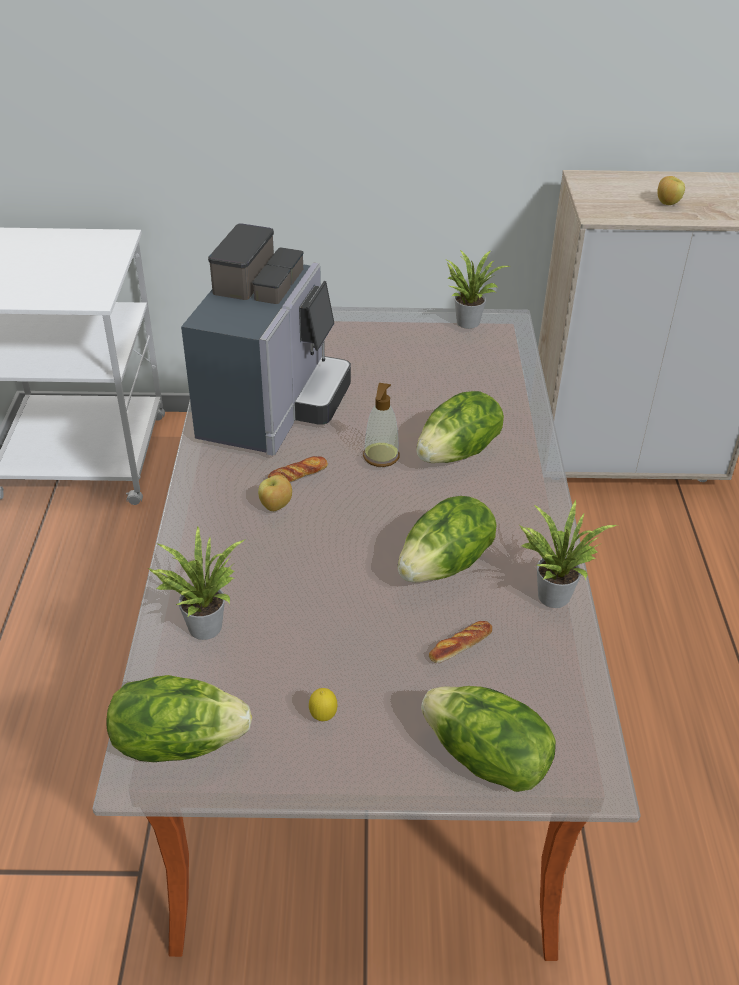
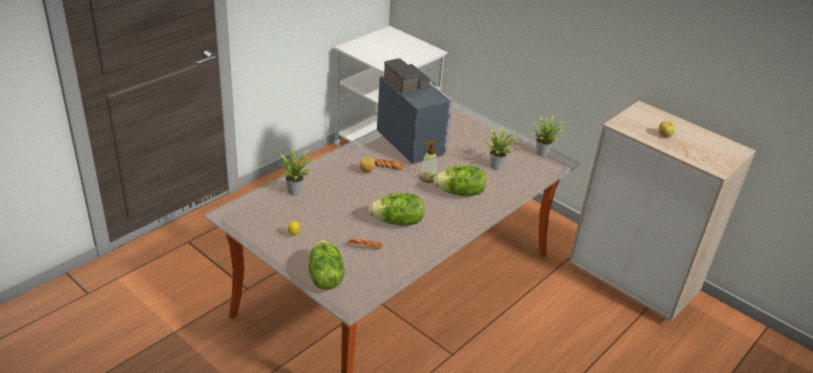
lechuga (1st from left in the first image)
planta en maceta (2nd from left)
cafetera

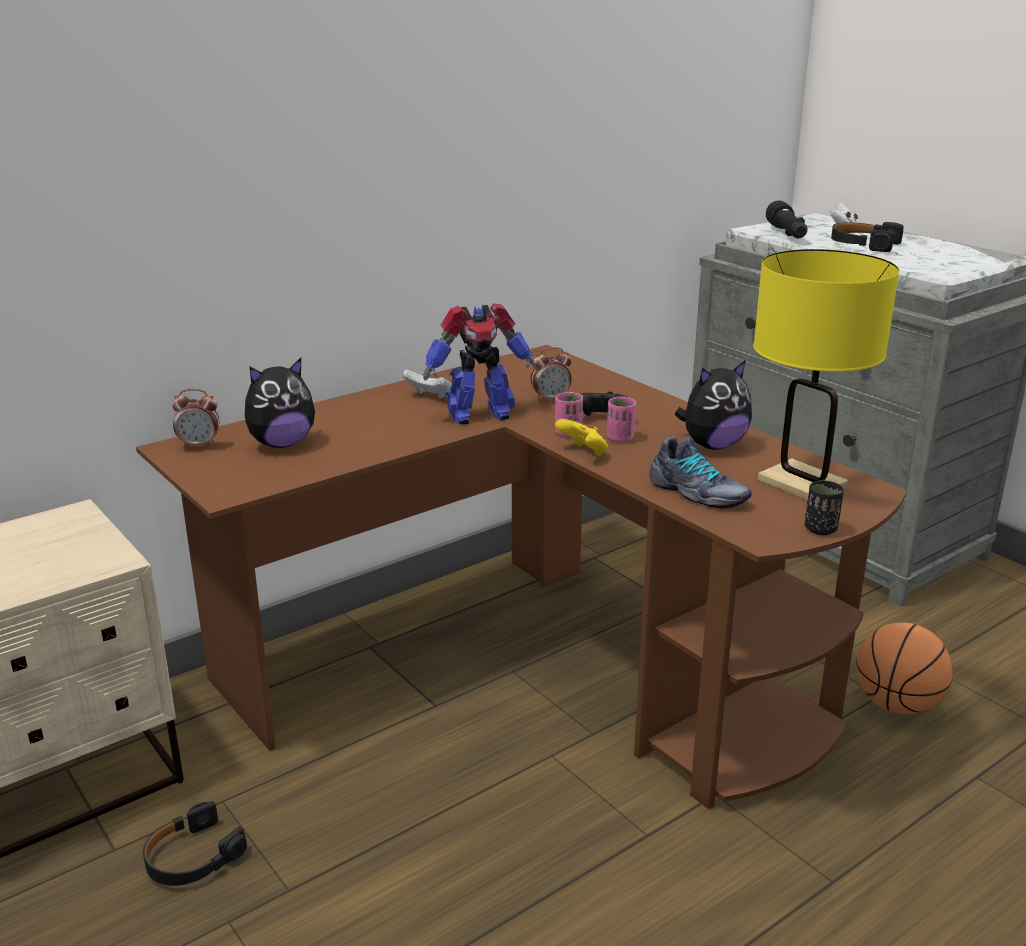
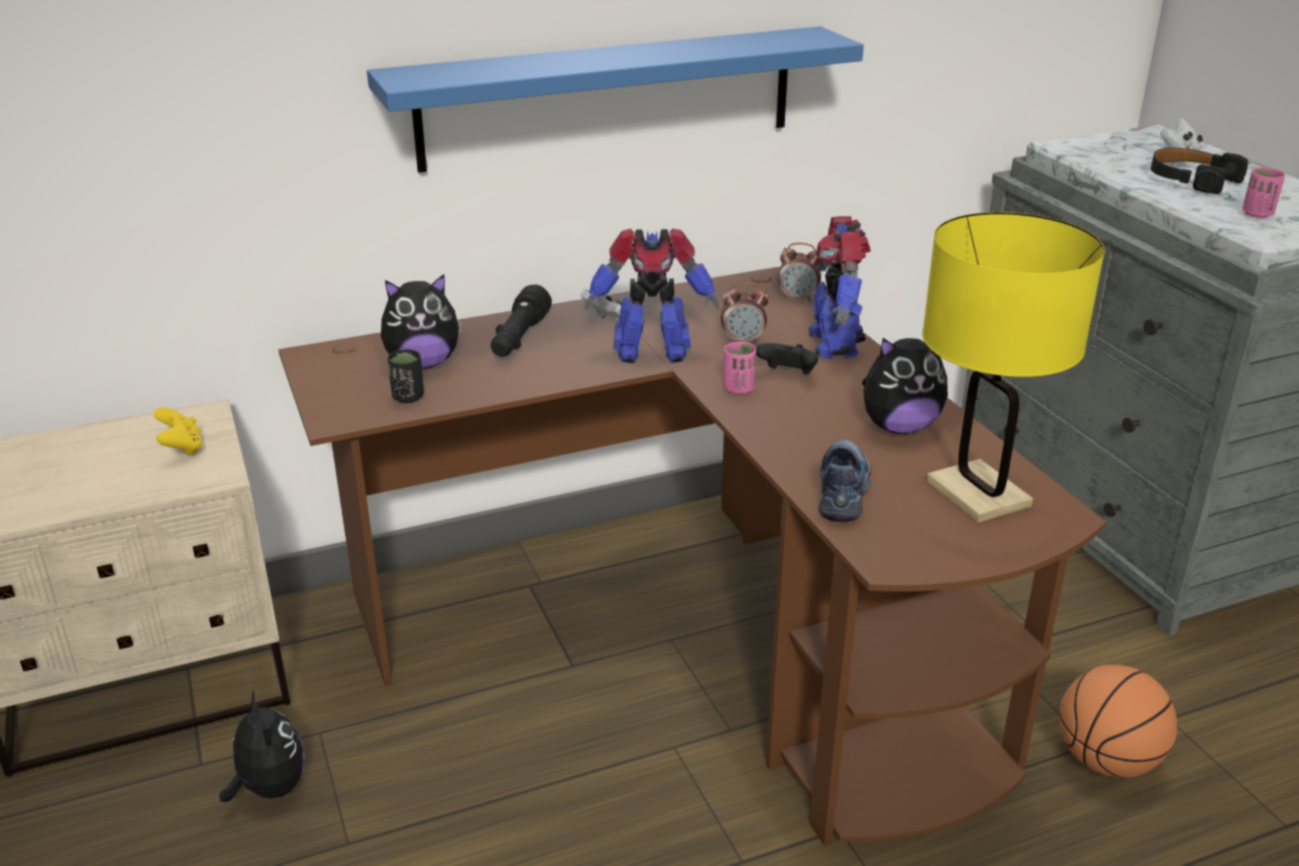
estante/azul
robot de juguete (2nd from left)
despertador (2nd from left)
mando de consola/amarillo
taza/rosa (2nd from left)
linterna/negro
taza/negro
peluche (1st from left)
zapato

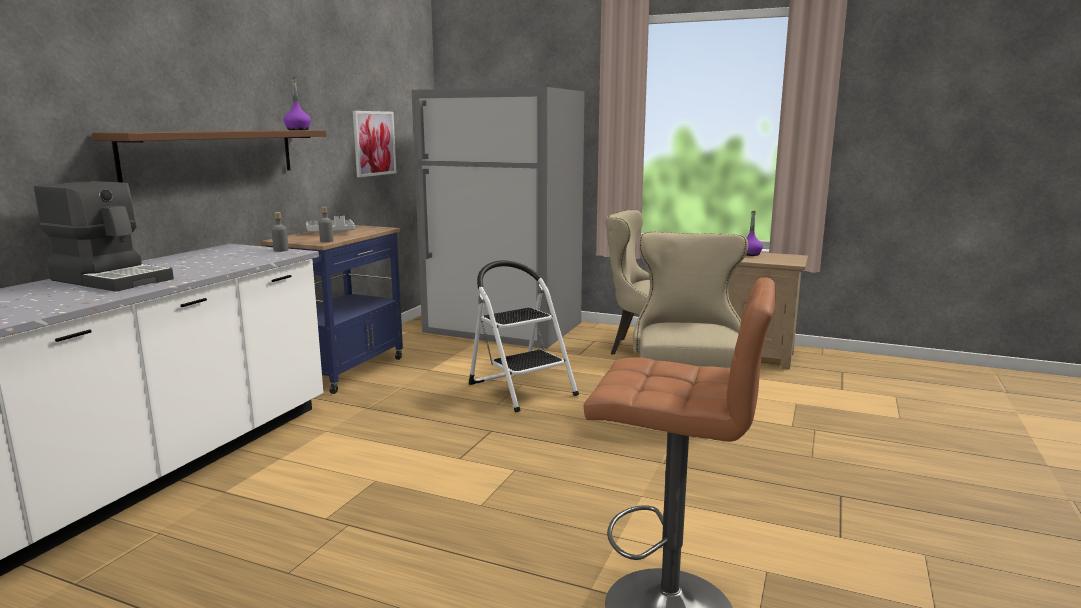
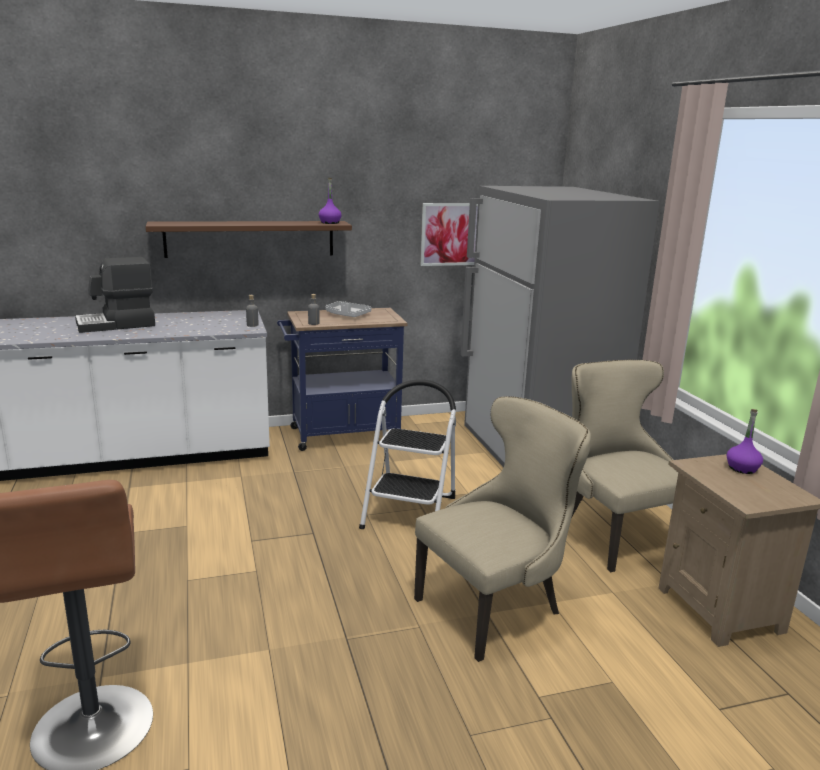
cafetera

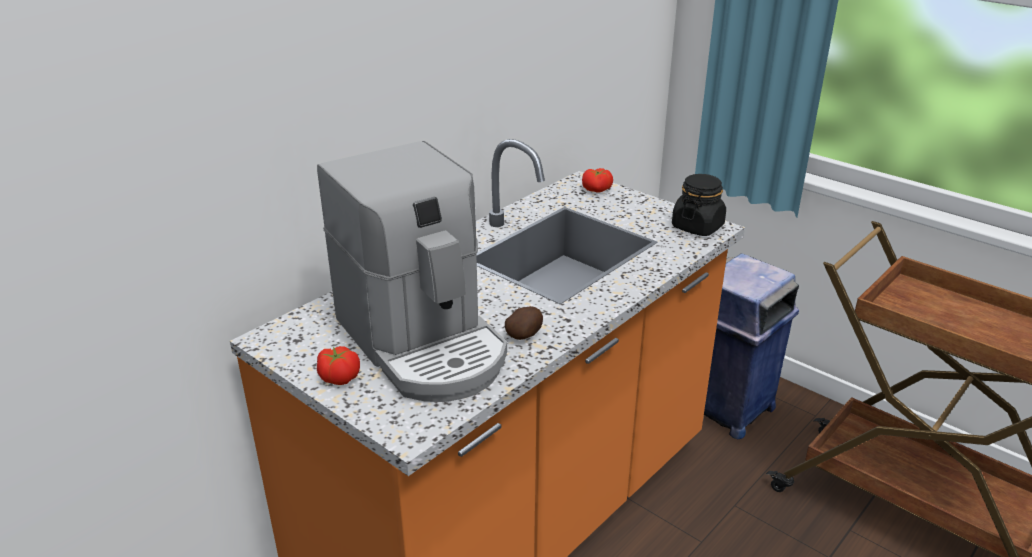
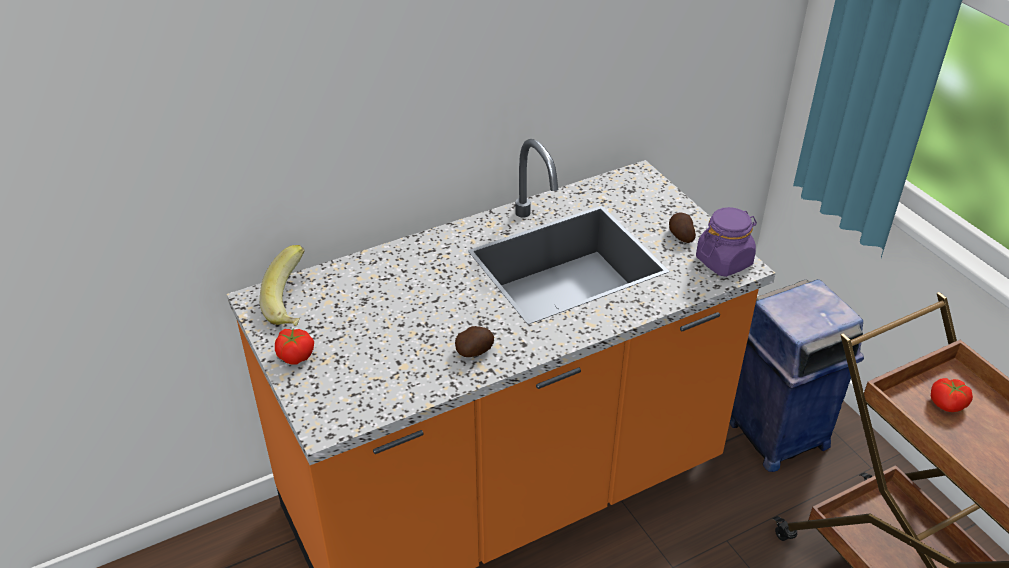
cafetera
plátano
patata (2nd from left)
tomate (2nd from left)
tarro/morado

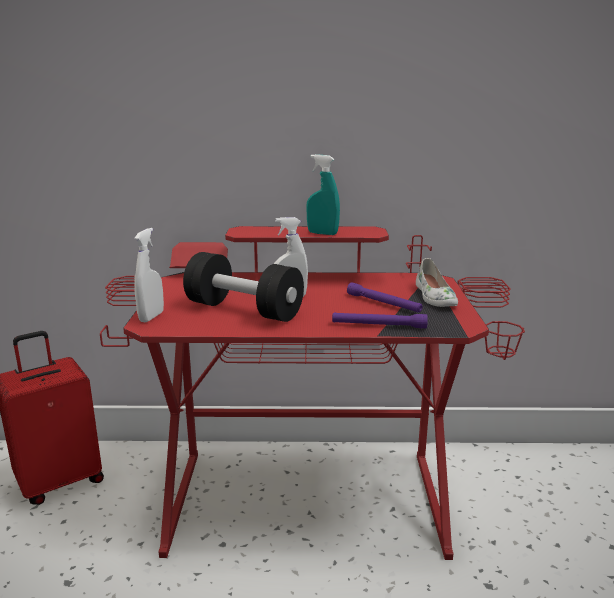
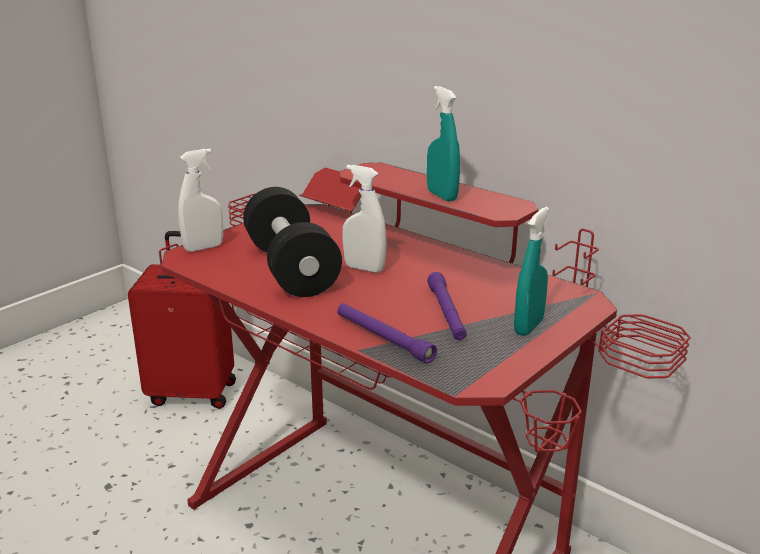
pulverizador/turquesa (2nd from left)

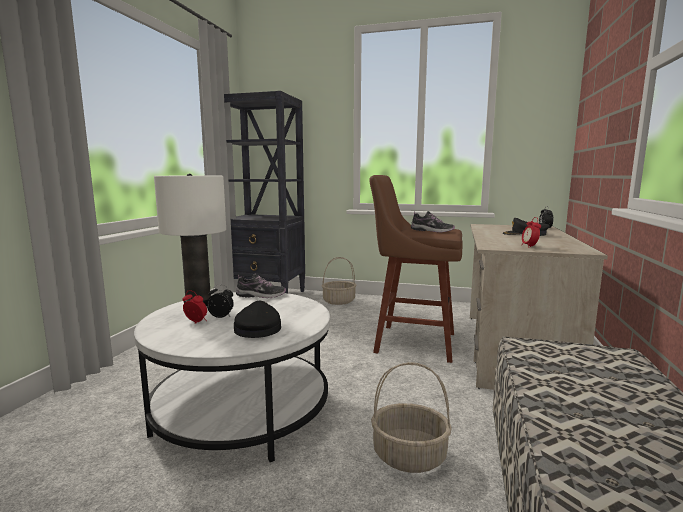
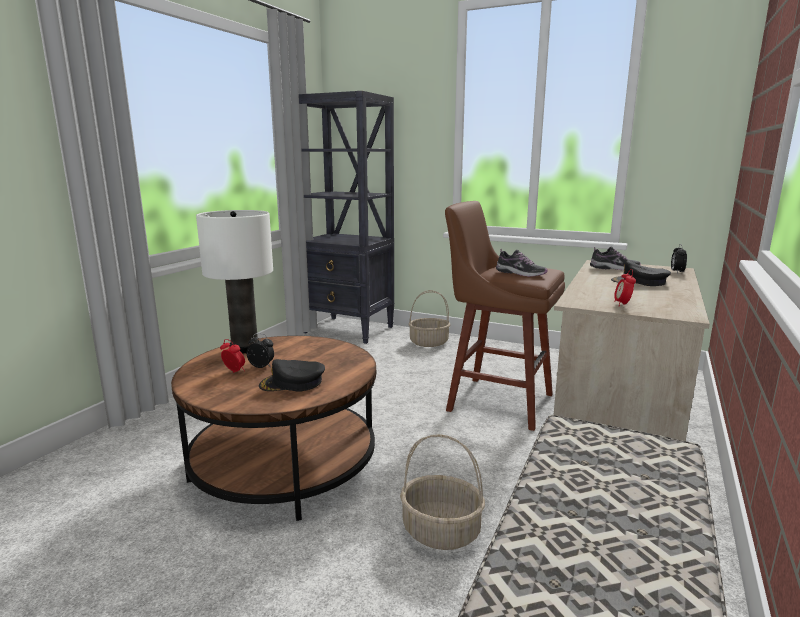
zapato (2nd from left)
mesa de centro/marrón
gorra/negro (1st from left)

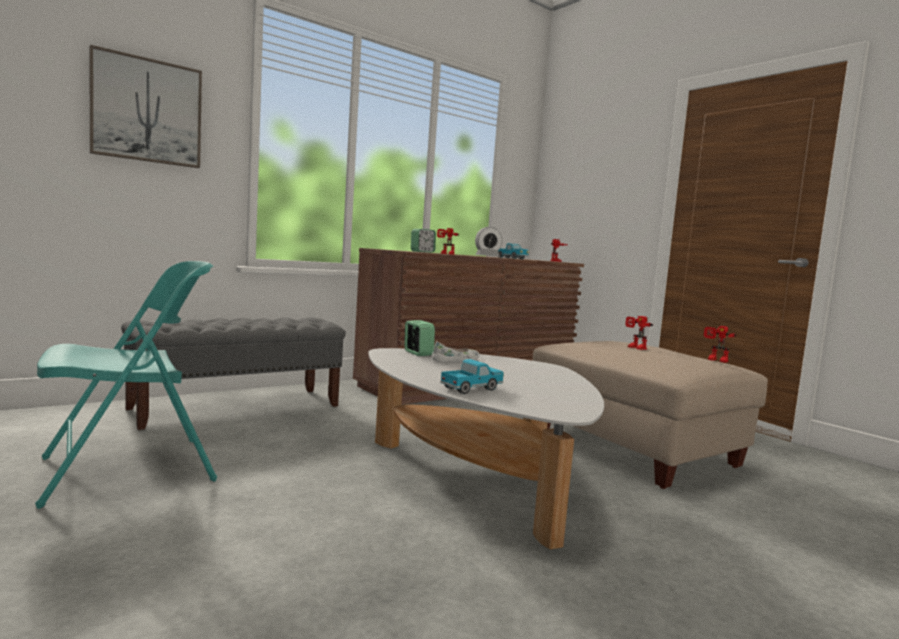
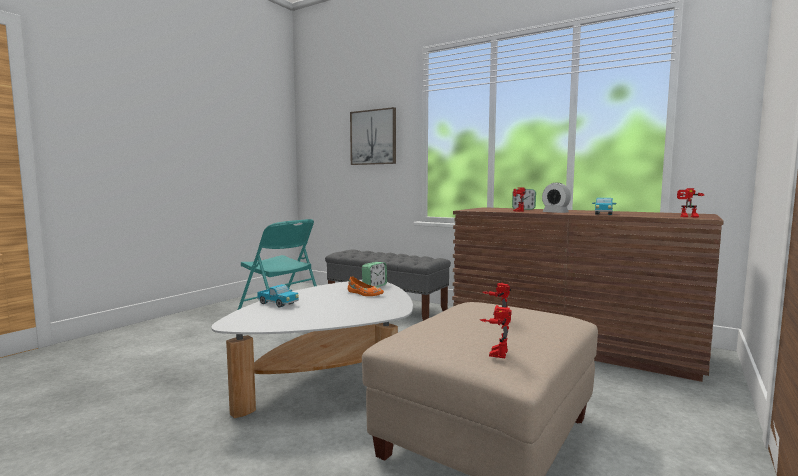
zapato/naranja

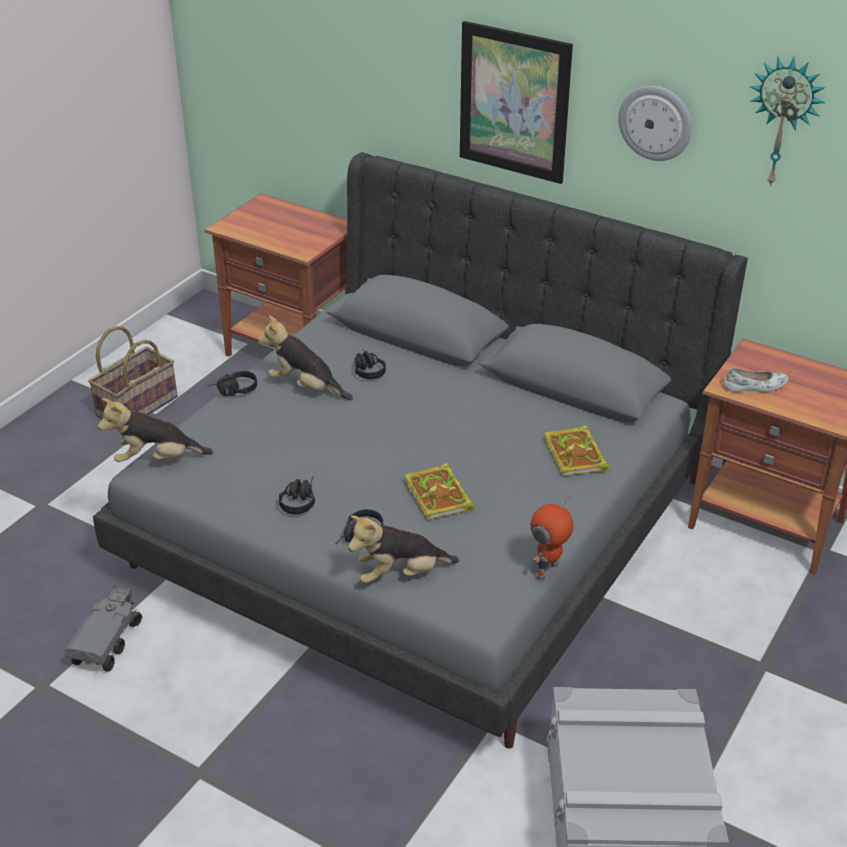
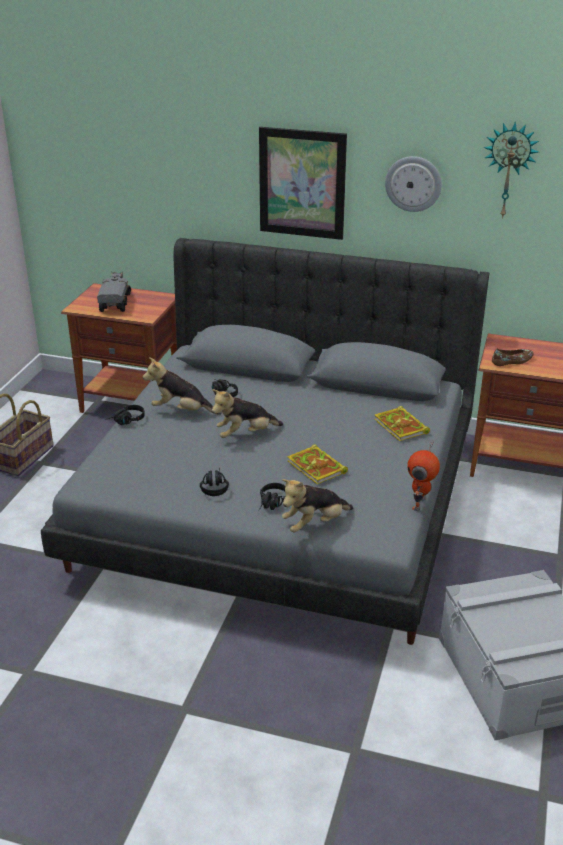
camión de juguete
peluche (2nd from left)
zapato/marrón

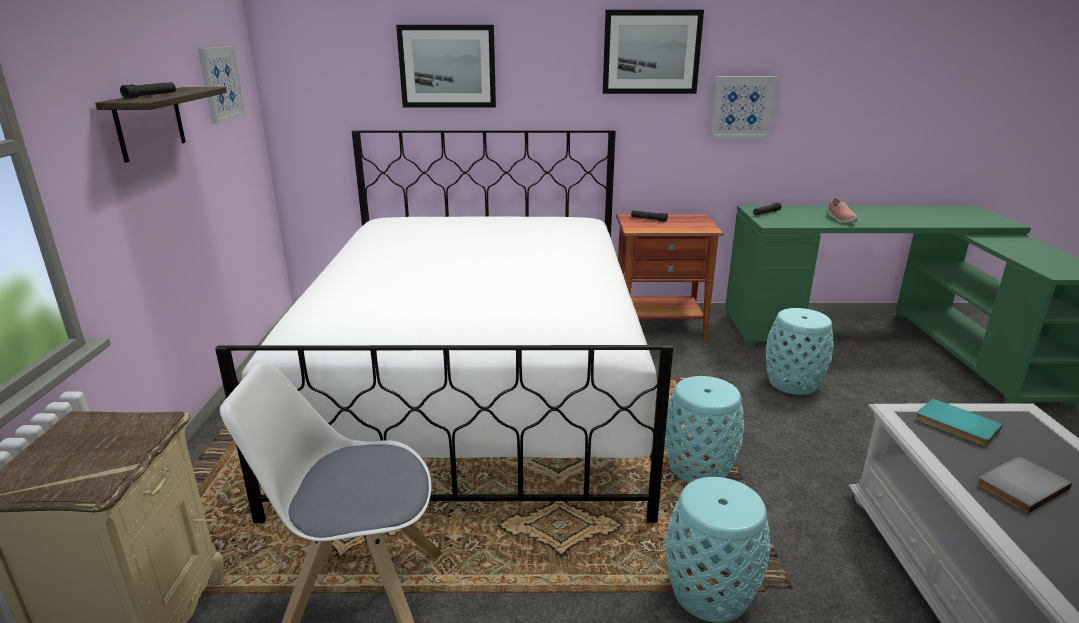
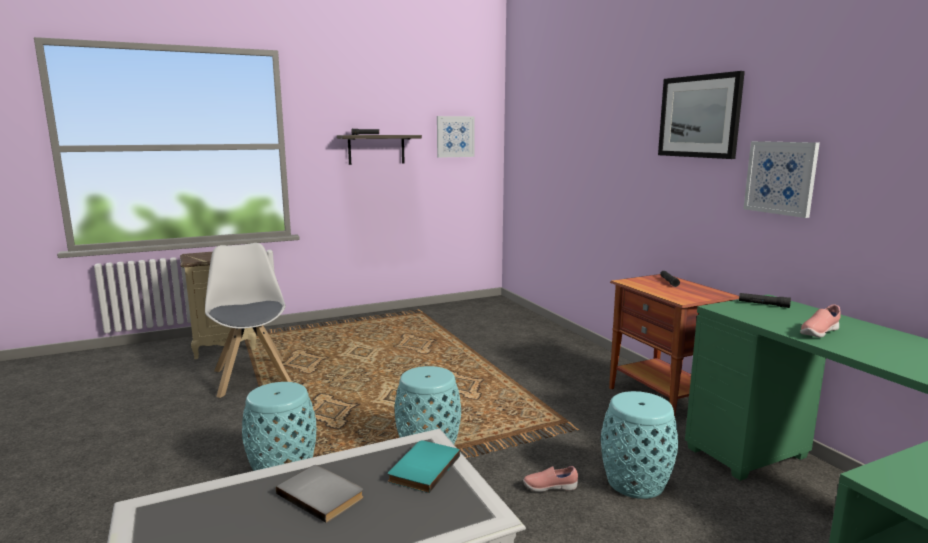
cama/blanco
cuadro (2nd from left in the first image)
zapato/rosa (1st from left)

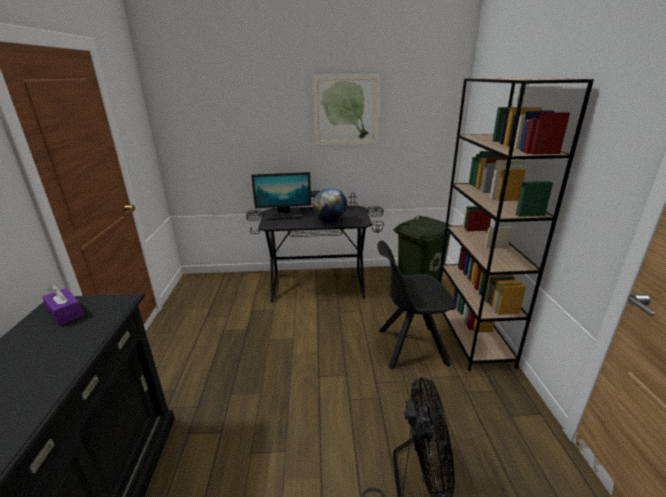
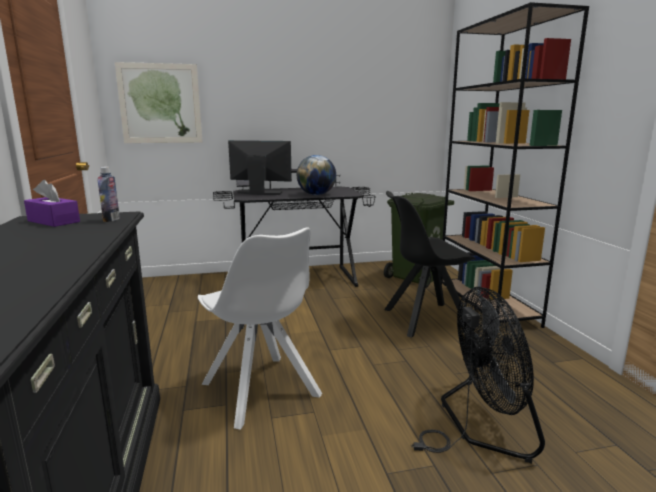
botella
silla/blanco
cuadro
monitor

